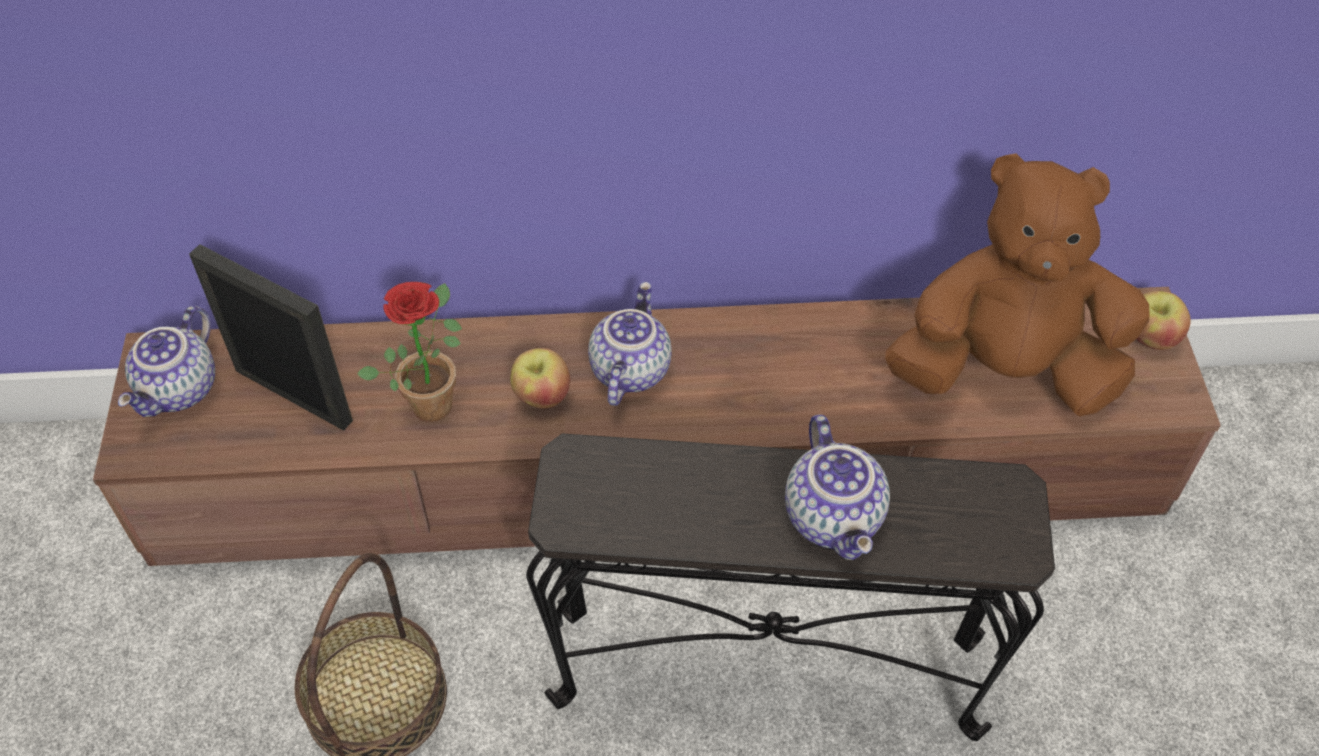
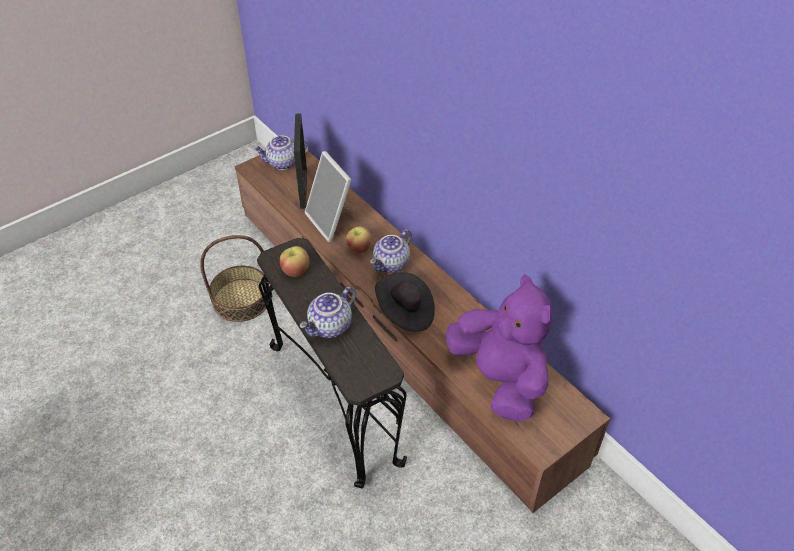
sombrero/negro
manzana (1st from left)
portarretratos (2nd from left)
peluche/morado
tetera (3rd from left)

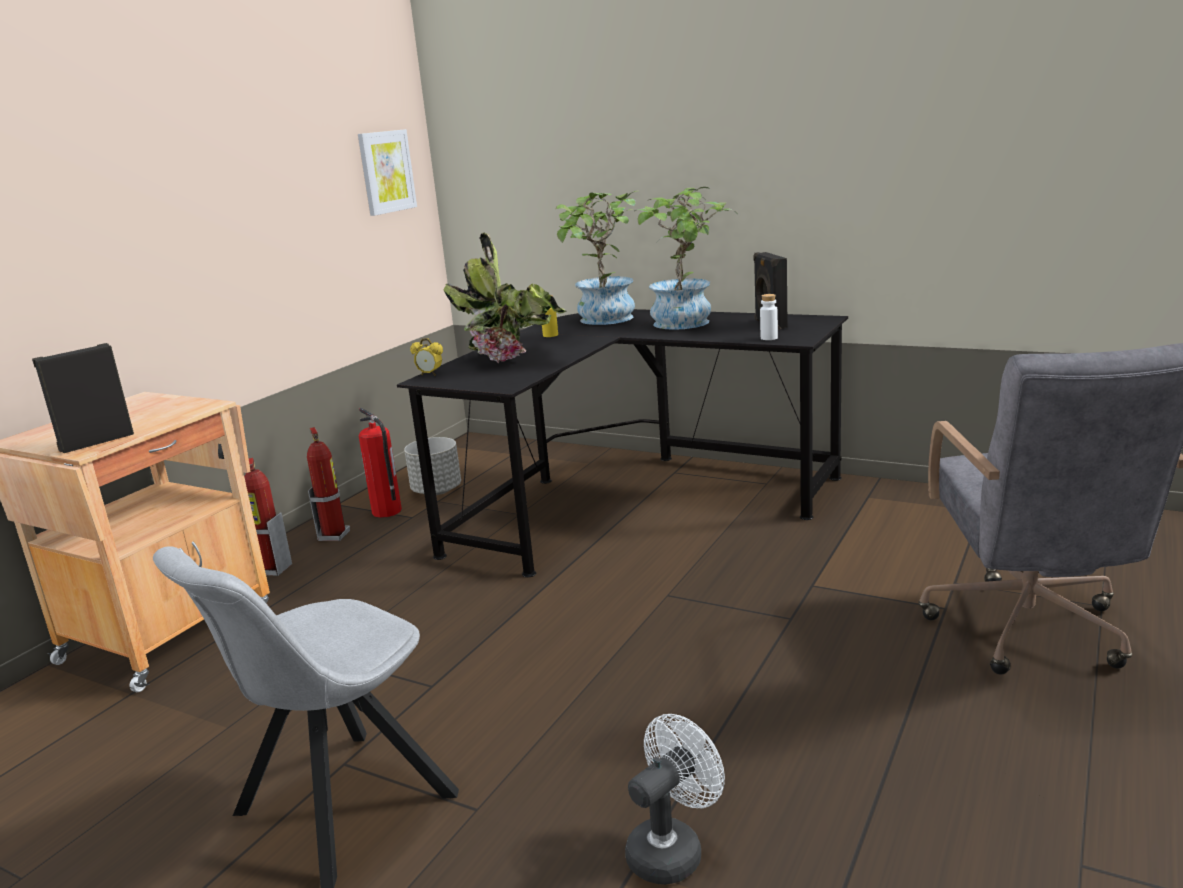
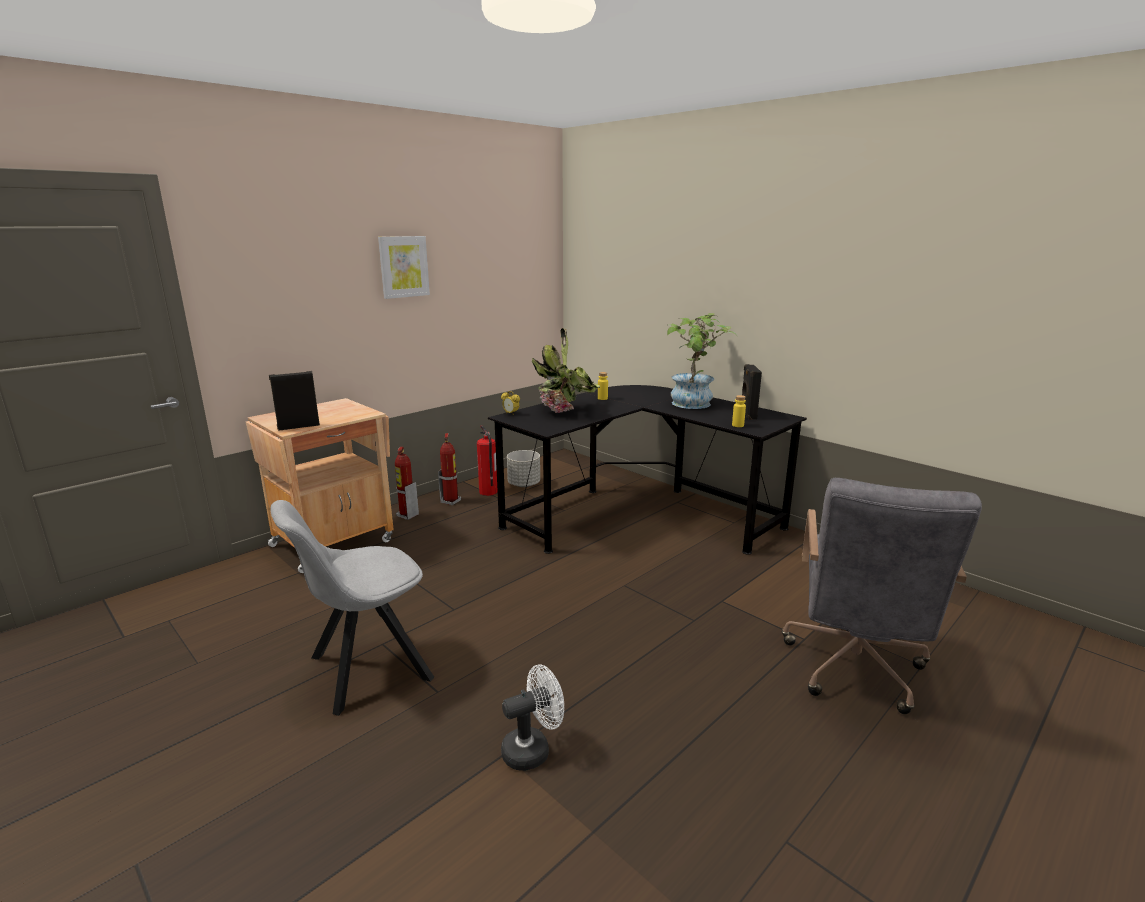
planta en maceta (2nd from left in the first image)
cuadro
botella/amarillo (2nd from left)

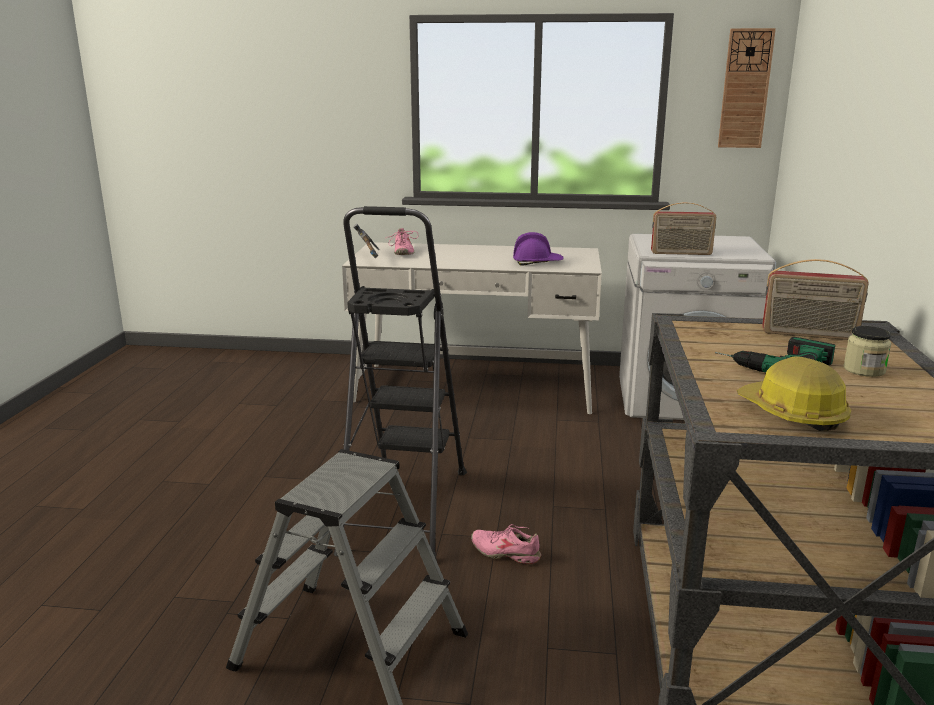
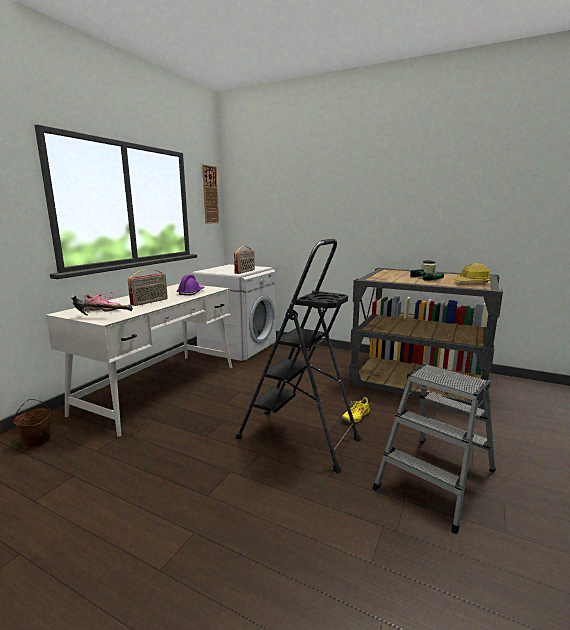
cubo/marrón
radio (1st from left)
zapato/amarillo

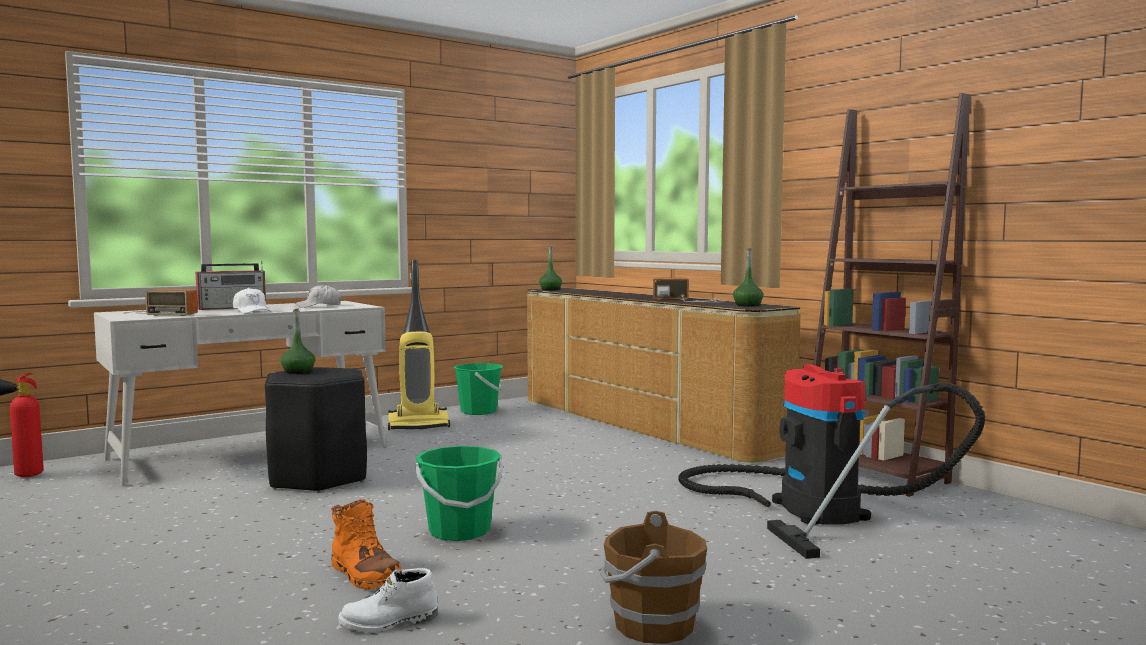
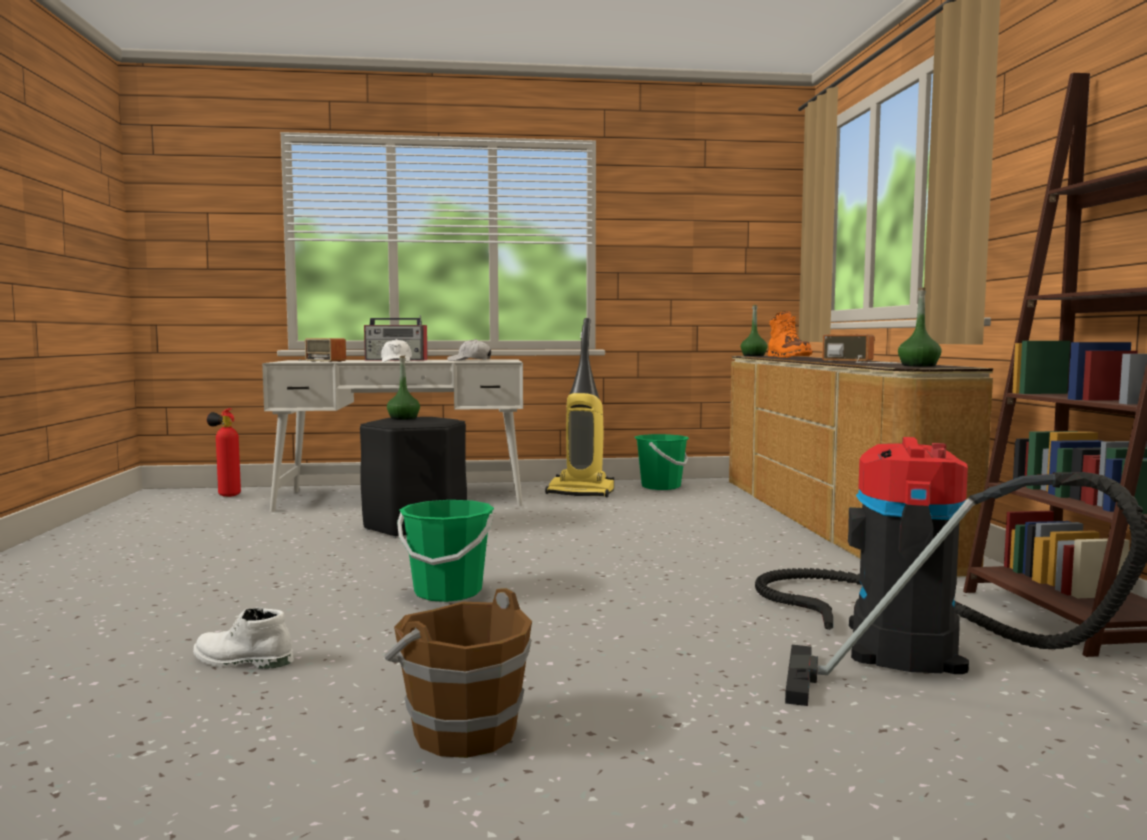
bota/naranja

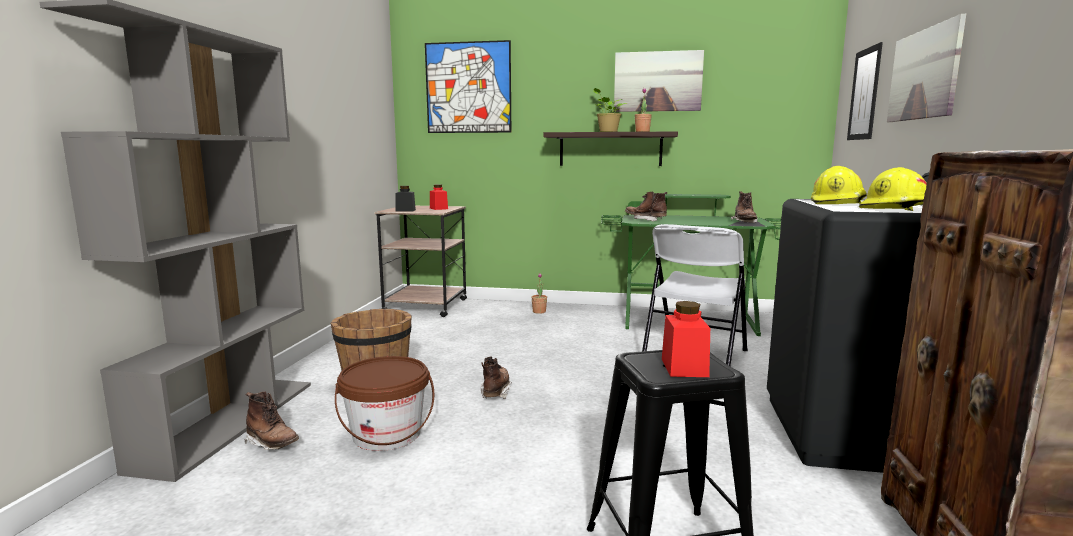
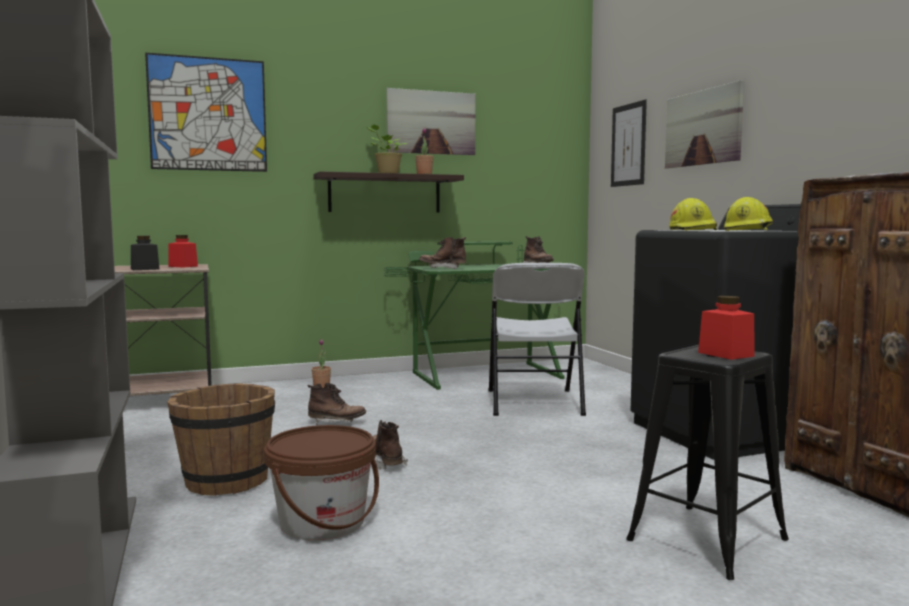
bota/marrón (1st from left)

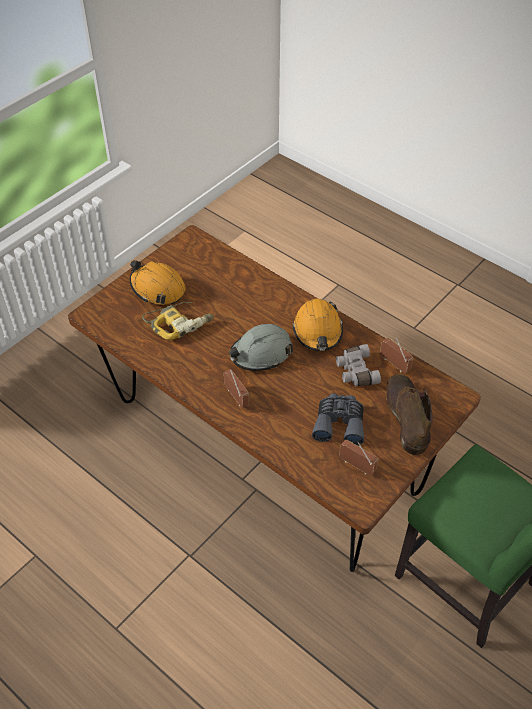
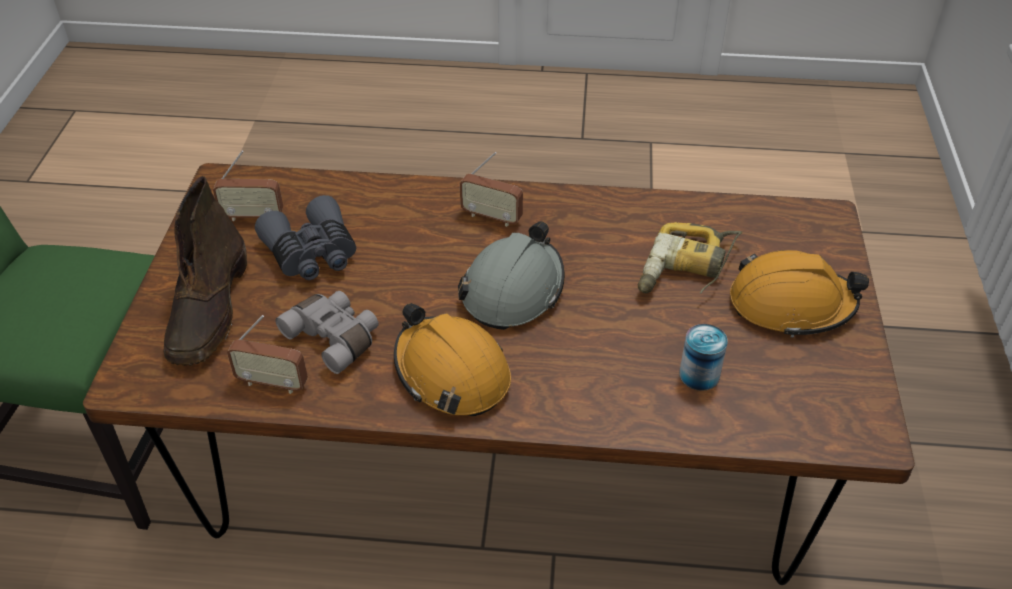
lata
bota/marrón

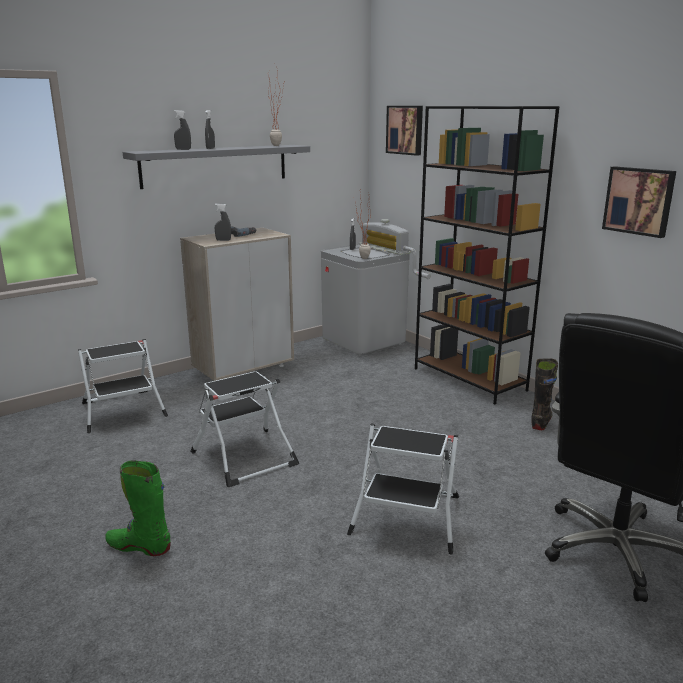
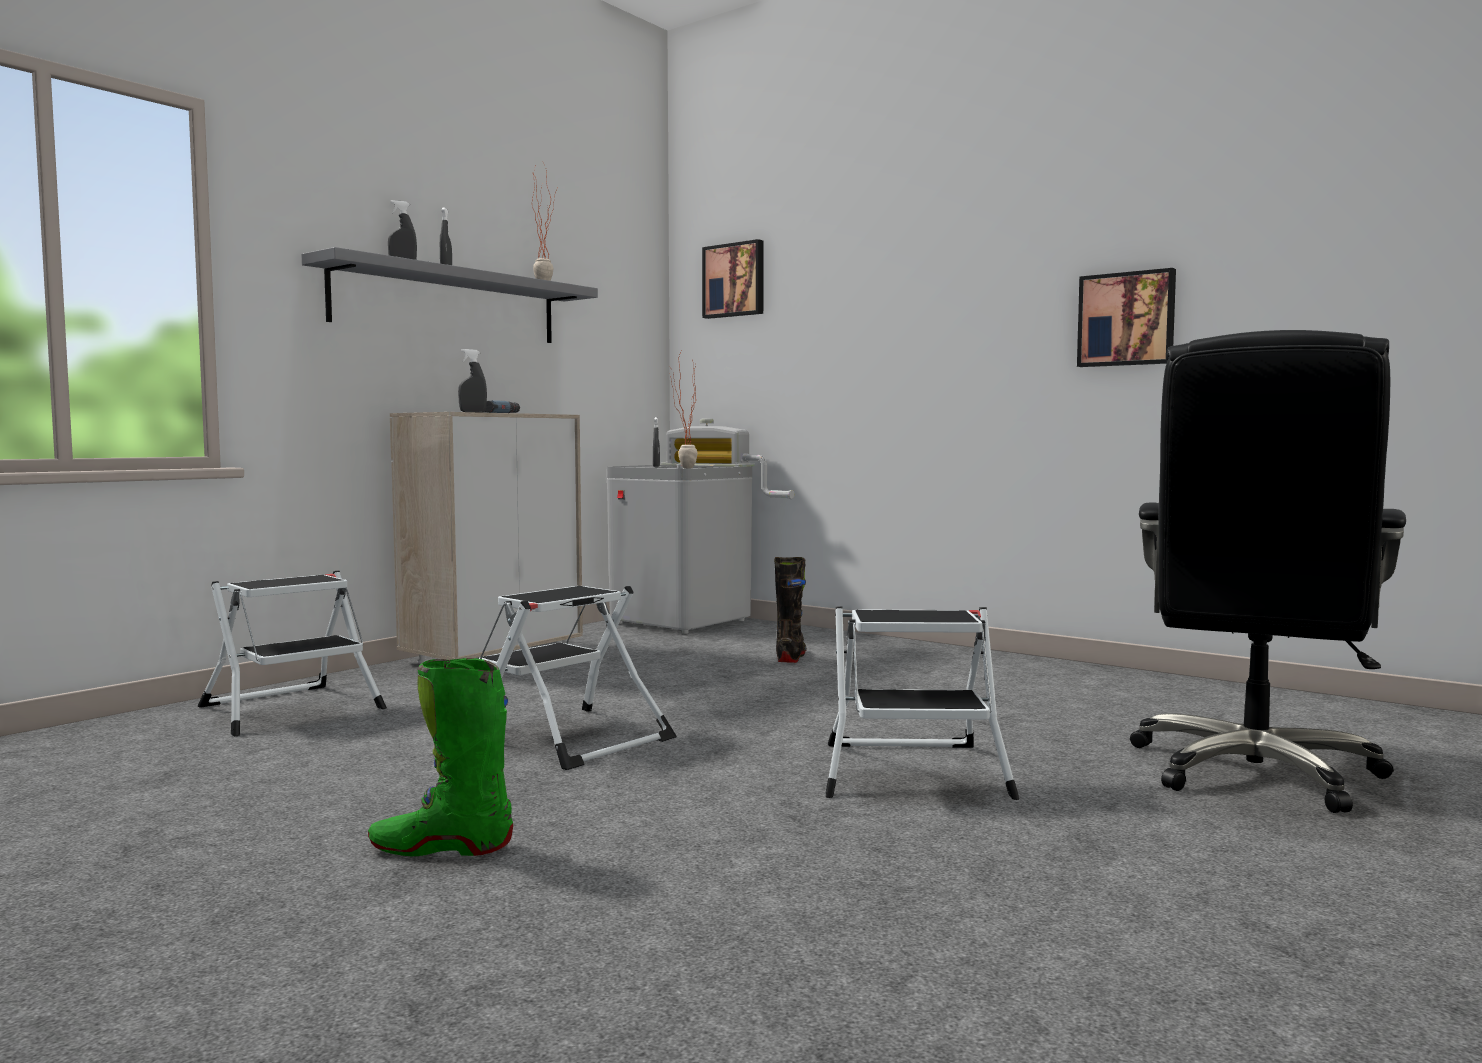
estantería/marrón
bota/negro

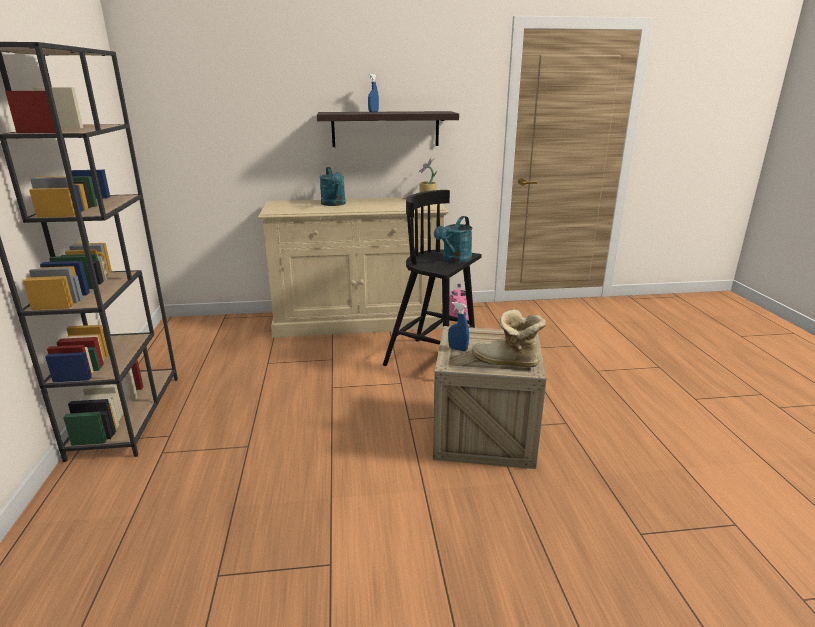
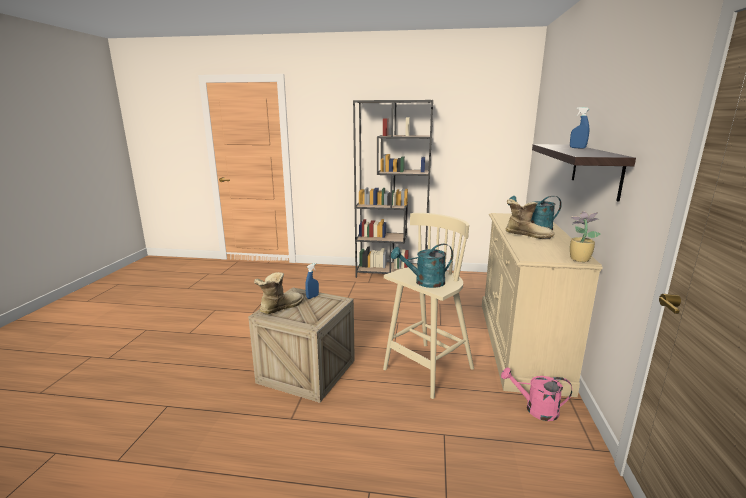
bota (2nd from left)
taburete/beis
regadera/turquesa (1st from left)

